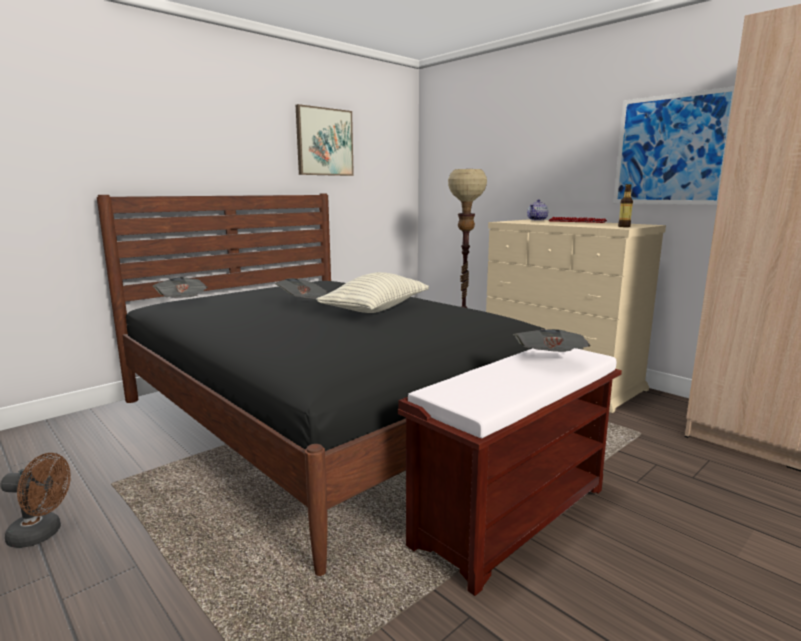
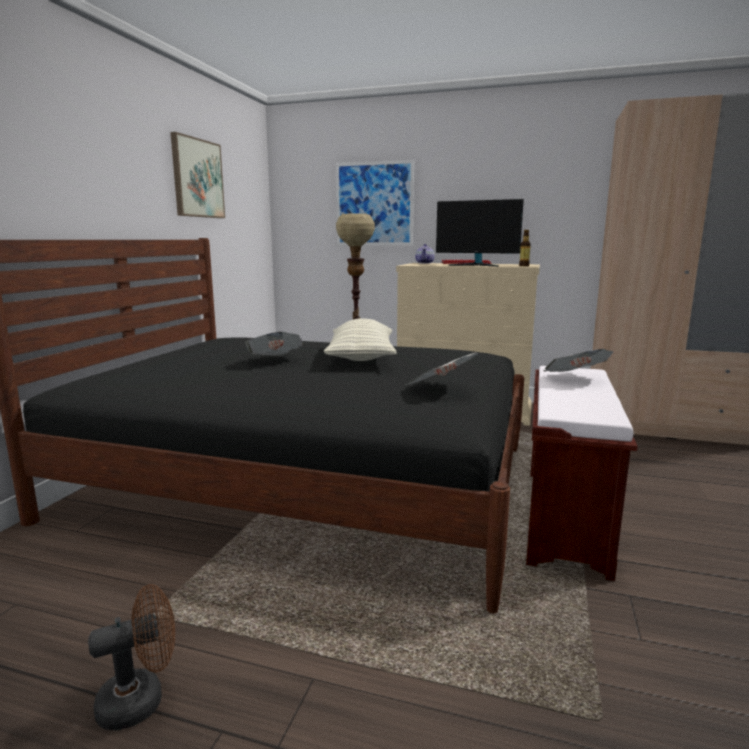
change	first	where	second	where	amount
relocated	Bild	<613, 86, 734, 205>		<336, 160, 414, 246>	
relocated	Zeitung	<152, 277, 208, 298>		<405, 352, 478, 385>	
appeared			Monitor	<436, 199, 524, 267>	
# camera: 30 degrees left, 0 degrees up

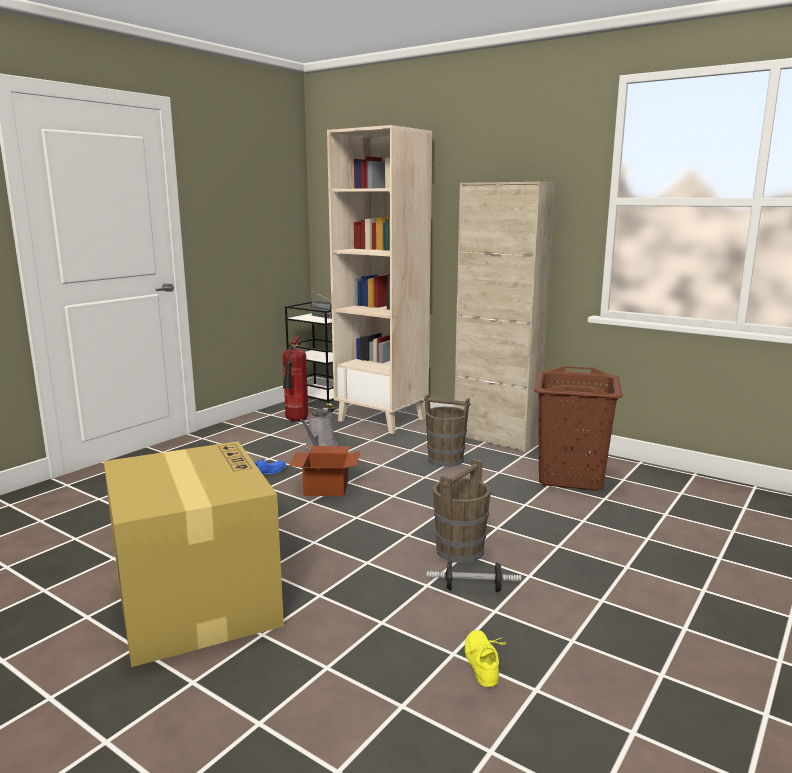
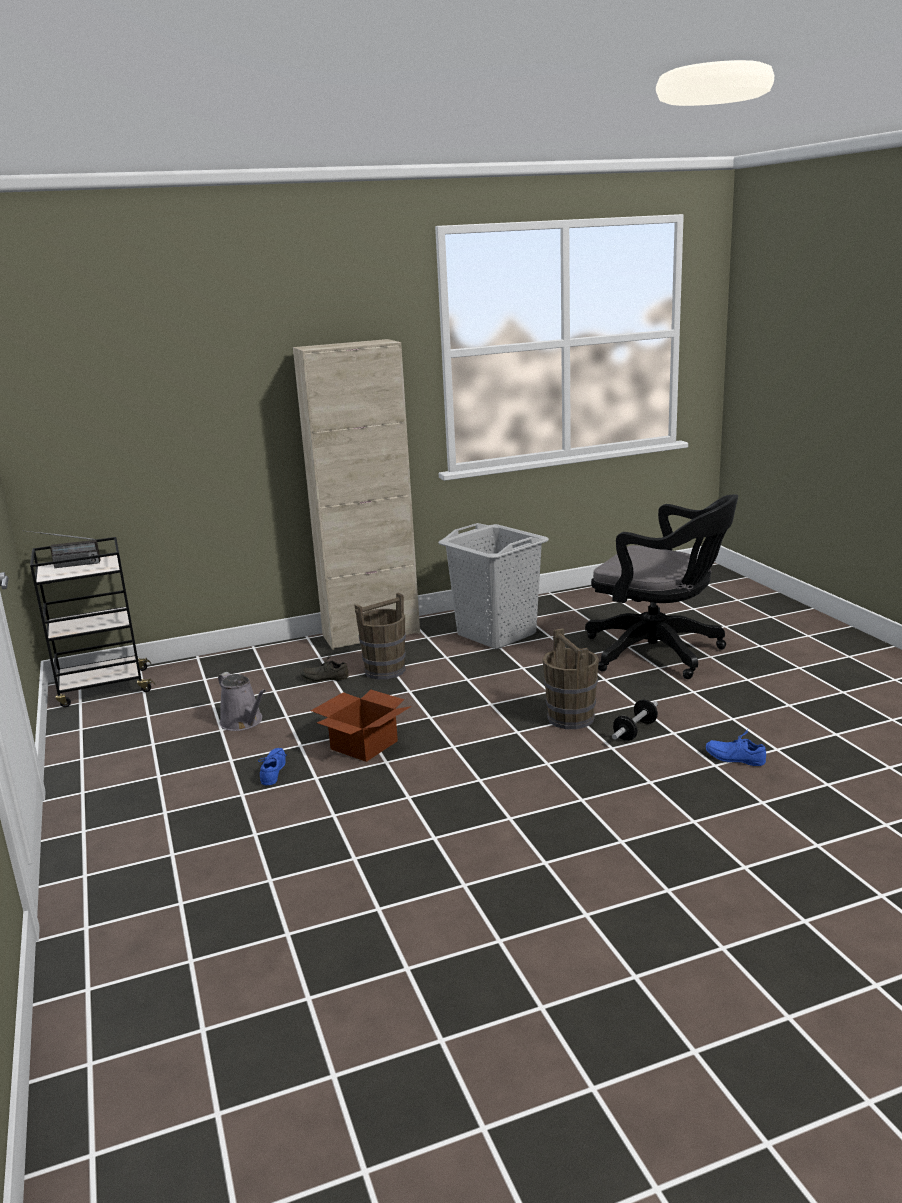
change	first	where	second	where	amount
missing	Bücherregal (beige)	<327, 125, 432, 434>			
missing	Feuerlöscher	<283, 336, 308, 422>			
colour	Wäschekorb (braun)	<534, 366, 623, 490>	Wäschekorb (grau)	<438, 523, 549, 649>	
missing	Karton	<104, 441, 284, 667>			
colour	Schuh (gelb)	<465, 630, 506, 687>	Schuh (blau)	<706, 728, 766, 766>	
appeared			Bürostuhl (schwarz)	<585, 494, 738, 679>	
appeared			Schuh (grau)	<300, 653, 349, 682>	
# camera: 55 degrees left, 5 degrees up

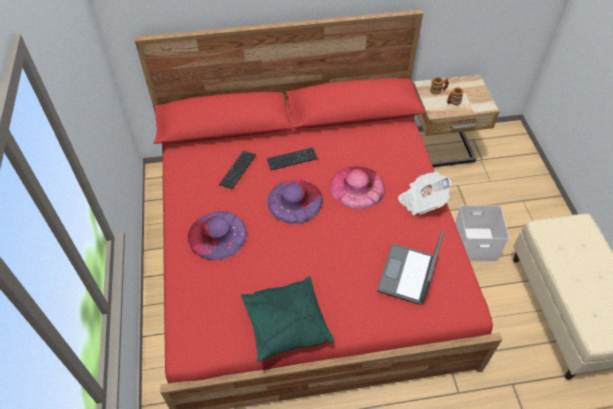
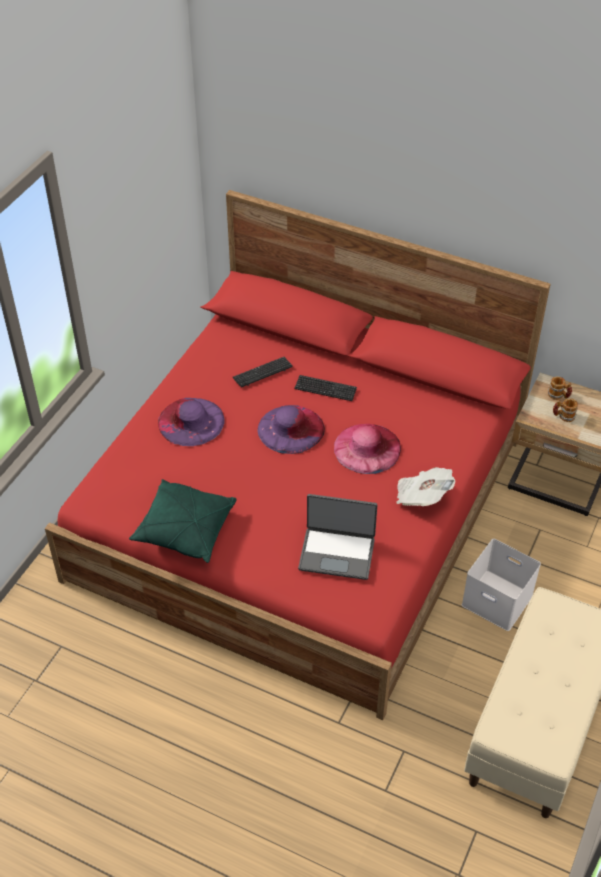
change	first	where	second	where	amount
spun	Laptop	<377, 232, 444, 305>		<298, 494, 378, 580>	135 degrees counterclockwise
# camera: 35 degrees right, 5 degrees down

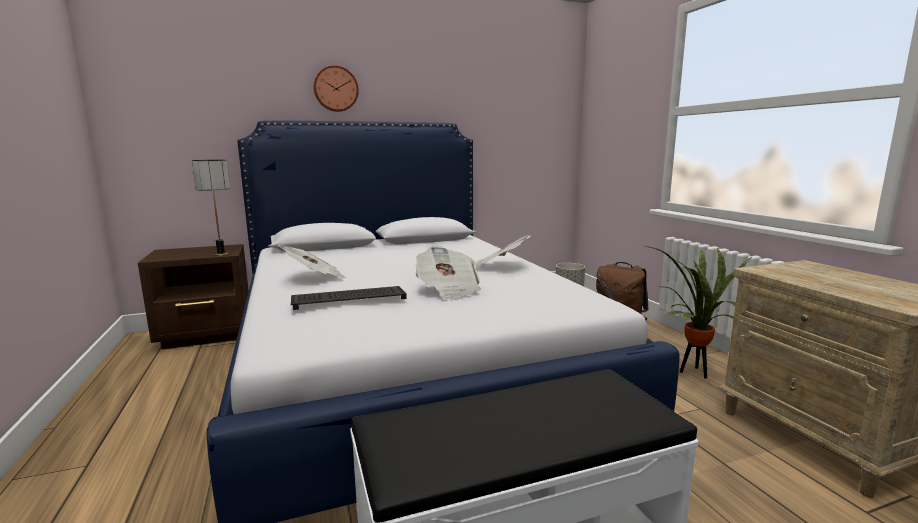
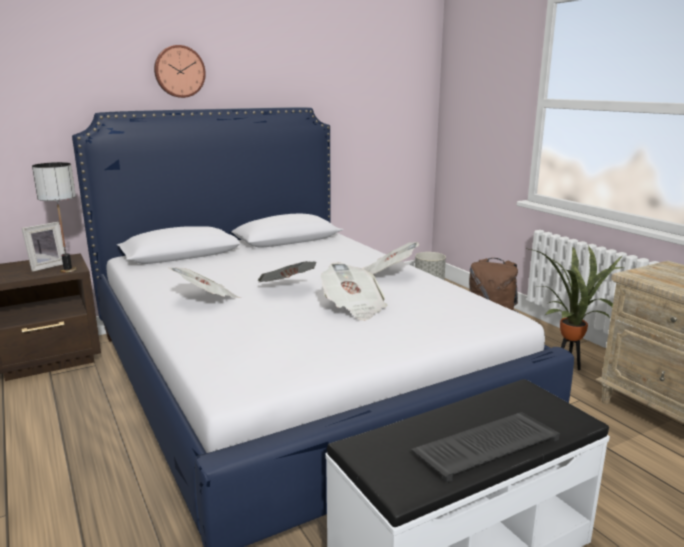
change	first	where	second	where	amount
relocated	Tastatur	<291, 286, 407, 310>		<411, 412, 560, 483>	
appeared			Bilderrahmen	<21, 222, 65, 272>	
appeared			Zeitung	<258, 261, 317, 282>	
# camera: 10 degrees left, 5 degrees up

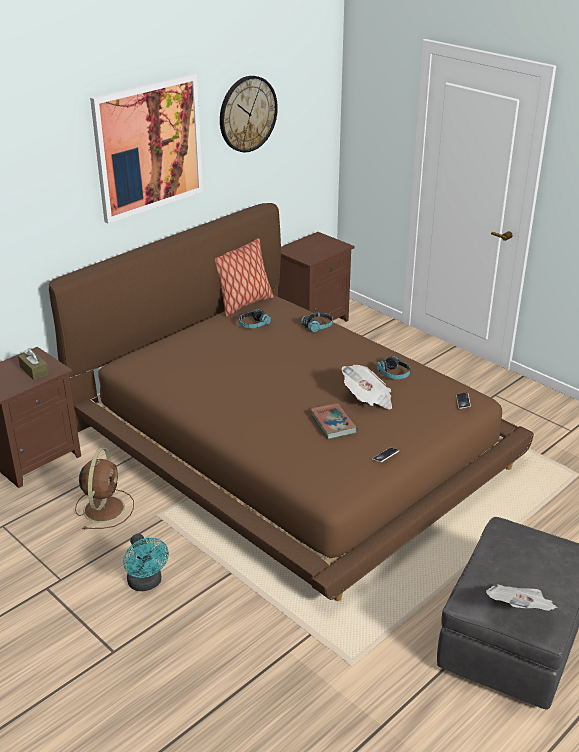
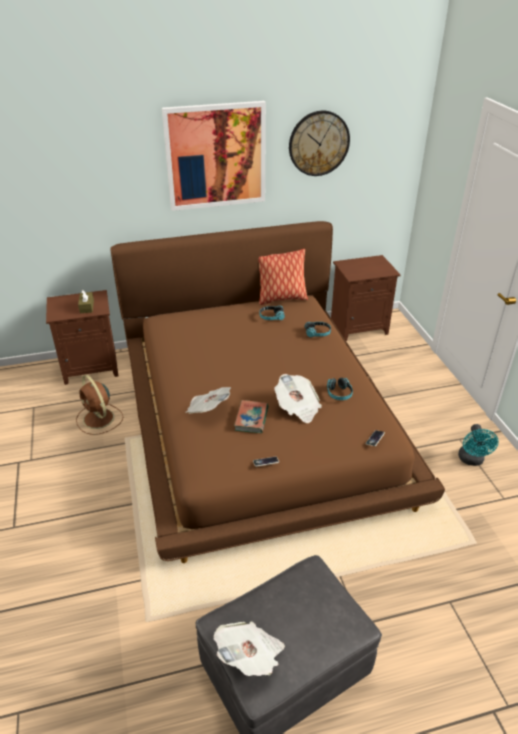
change	first	where	second	where	amount
spun	Ventilator (braun)	<75, 448, 134, 529>		<76, 375, 123, 435>	105 degrees clockwise
relocated	Ventilator (türkis)	<123, 534, 169, 591>		<458, 424, 499, 466>	
appeared			Zeitung	<185, 387, 231, 413>	
# camera: 30 degrees right, 5 degrees up

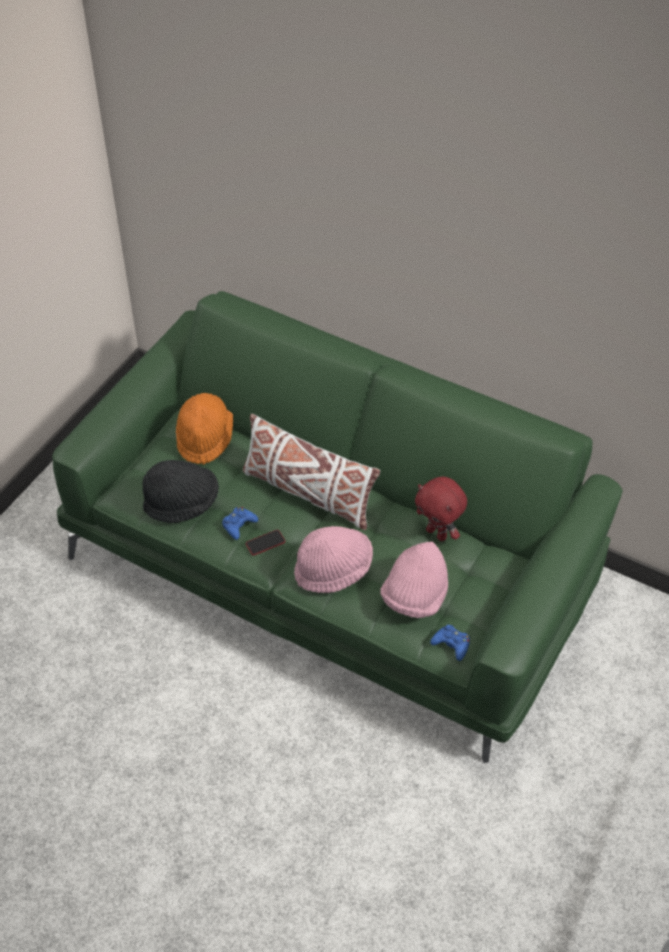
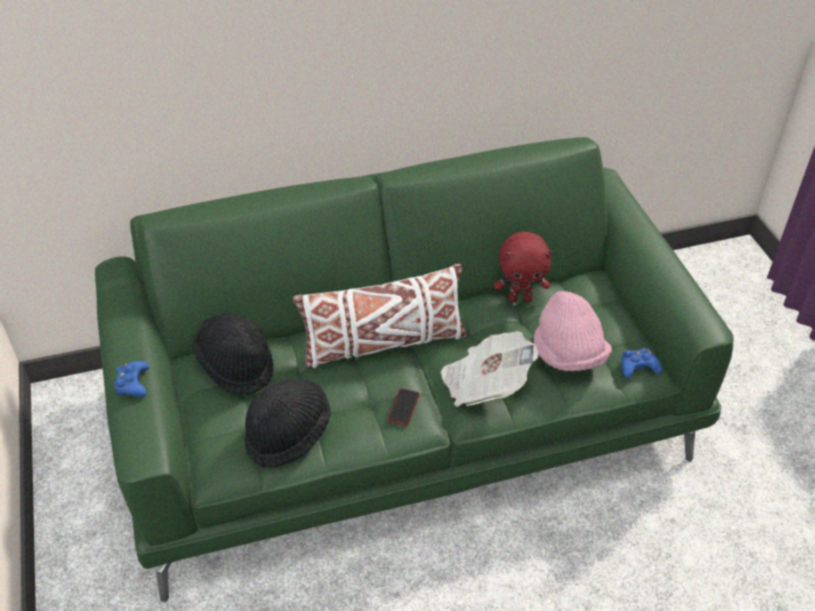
change	first	where	second	where	amount
colour	Hut (orange)	<176, 393, 233, 465>	Hut (schwarz)	<192, 313, 273, 395>	
relocated	Gamepad (blau)	<222, 507, 258, 540>		<114, 361, 150, 397>	
exchanged	Hut (rosa)	<294, 526, 373, 593>	Zeitung	<441, 331, 538, 407>	
# camera: 45 degrees left, 5 degrees down

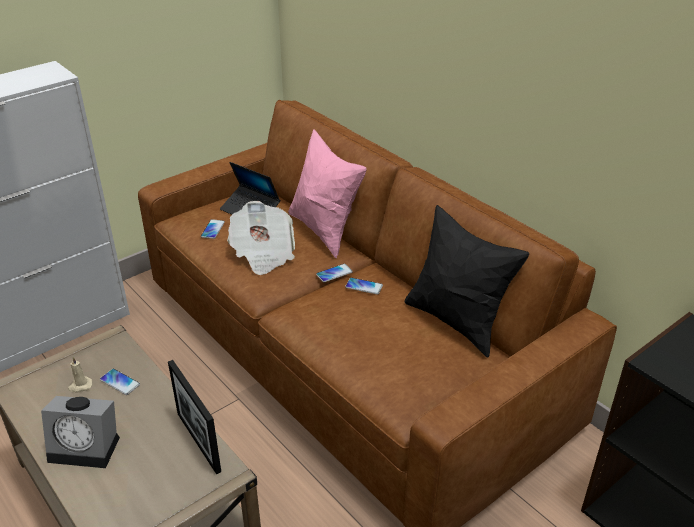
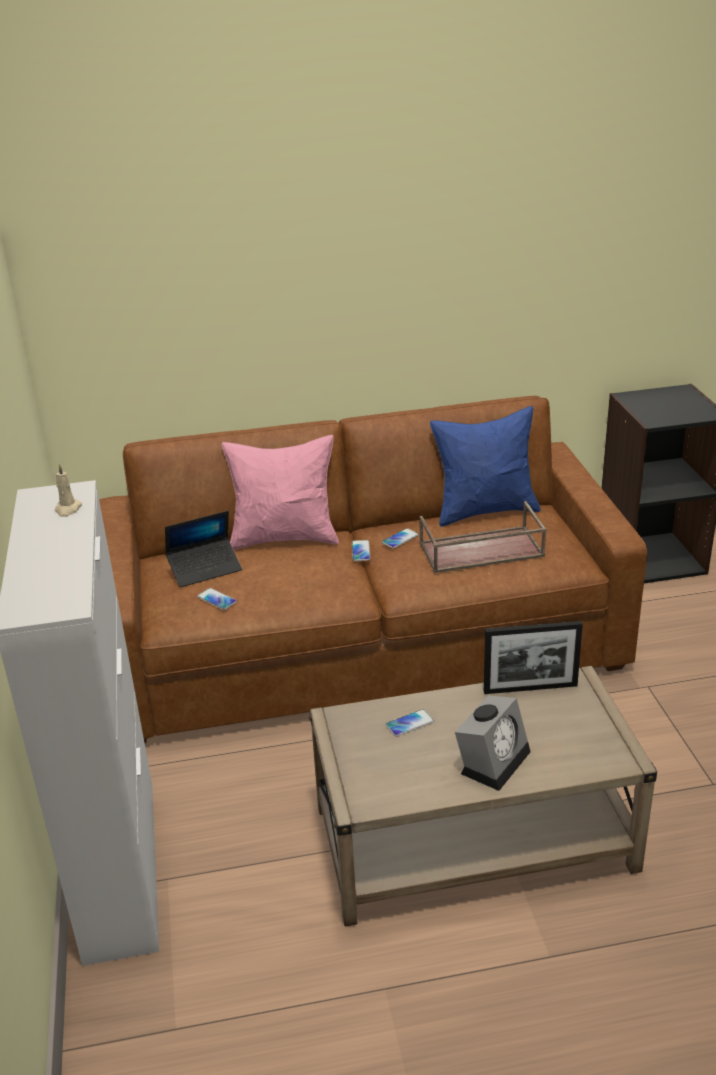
change	first	where	second	where	amount
missing	Zeitung	<227, 201, 295, 275>			
colour	Kissen (schwarz)	<404, 205, 529, 358>	Kissen (blau)	<430, 406, 541, 527>	
relocated	Kerze (beige)	<68, 357, 93, 392>		<55, 464, 82, 517>	
appeared			Tablett (braun)	<419, 501, 547, 573>	
# camera: 60 degrees left, 5 degrees down

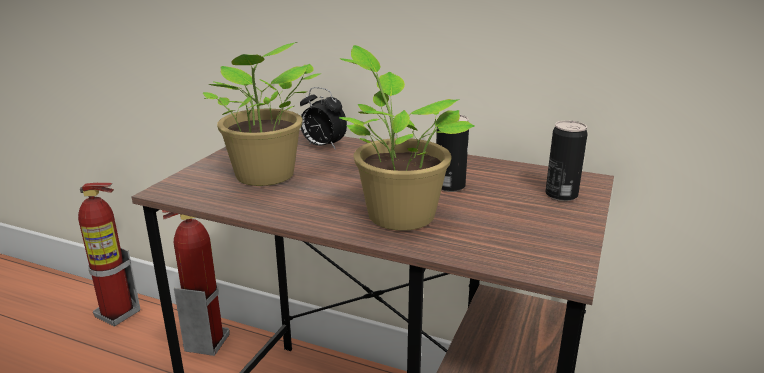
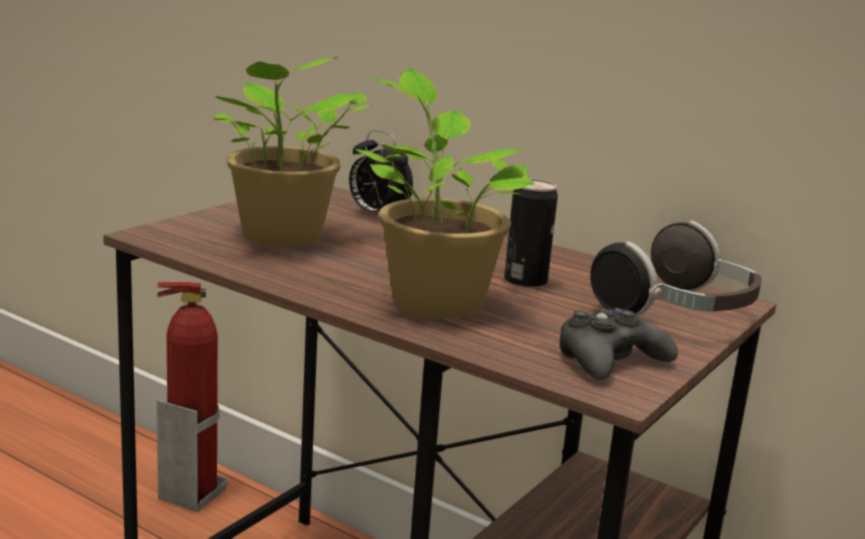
change	first	where	second	where	amount
exchanged	Dose	<545, 120, 588, 201>	Kopfhörer	<590, 221, 761, 316>	
missing	Feuerlöscher	<78, 183, 141, 326>			
appeared			Gamepad (schwarz)	<559, 308, 678, 380>	
# camera: 10 degrees right, 5 degrees down

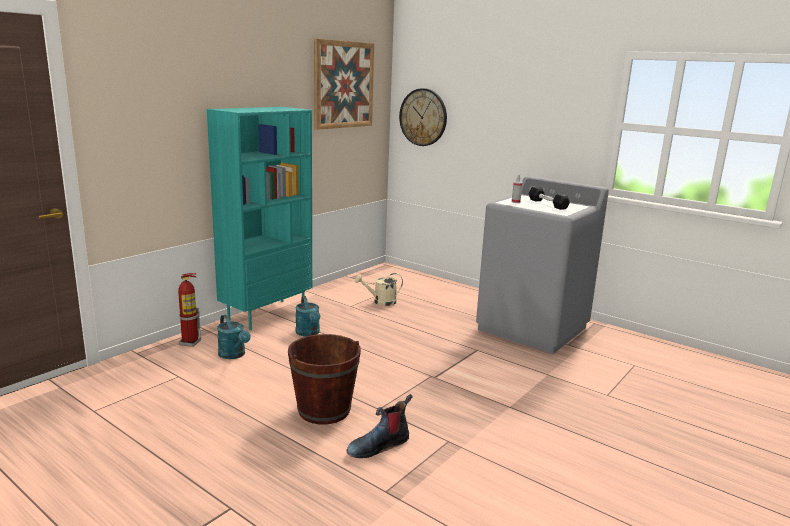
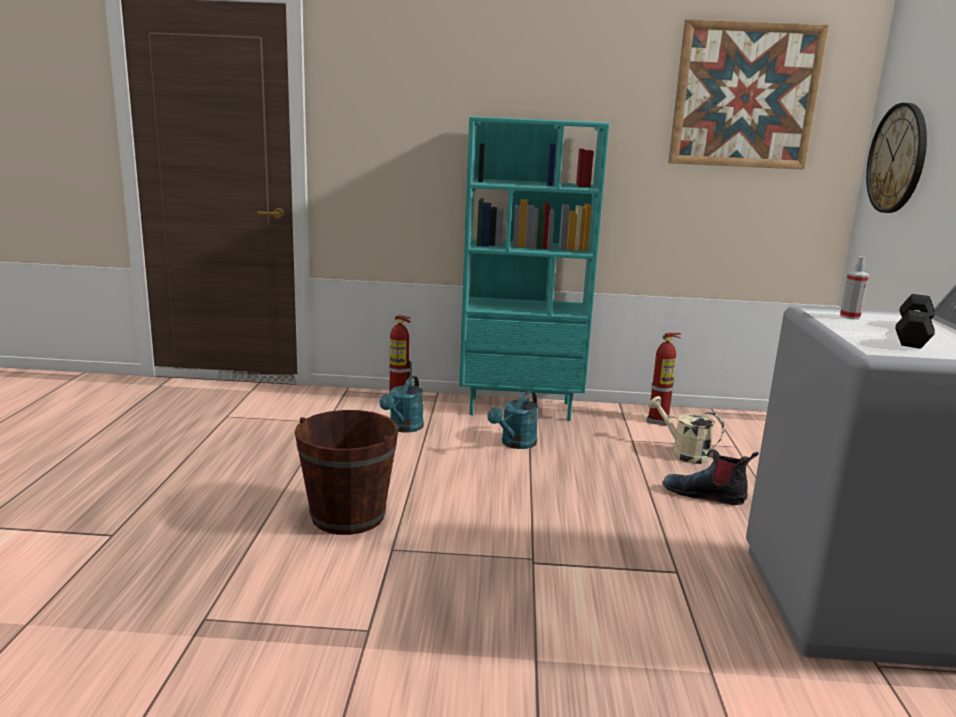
change	first	where	second	where	amount
relocated	Stiefel	<347, 394, 412, 458>		<662, 449, 759, 505>	
appeared			Feuerlöscher	<646, 333, 682, 426>	
# camera: 55 degrees right, 0 degrees up

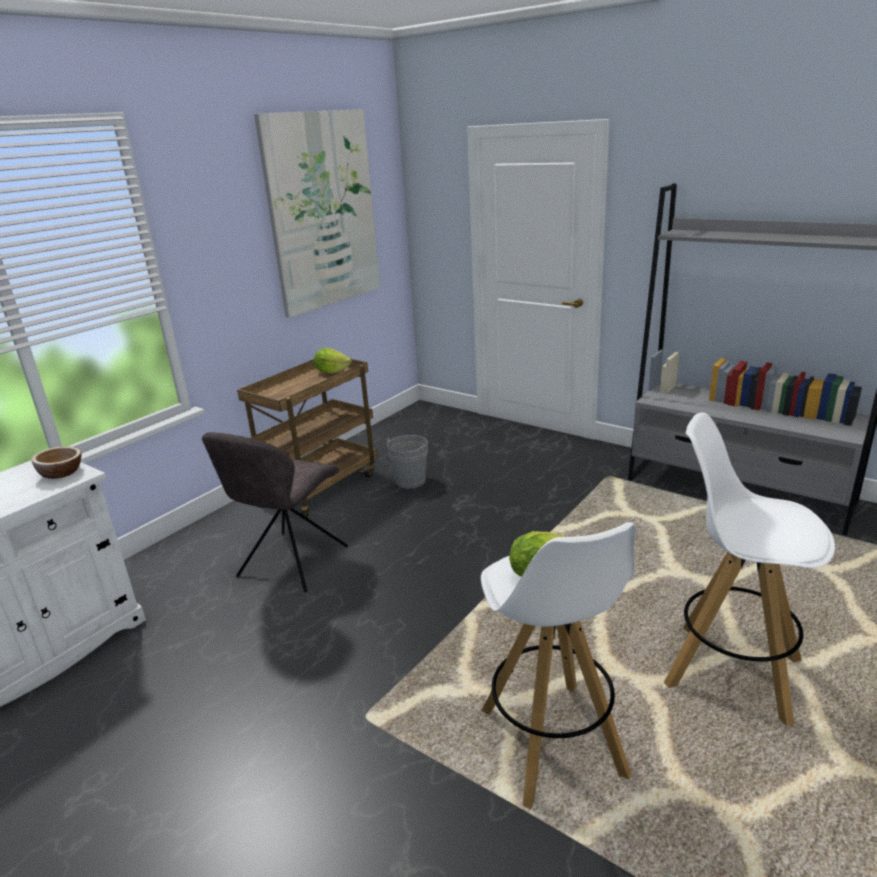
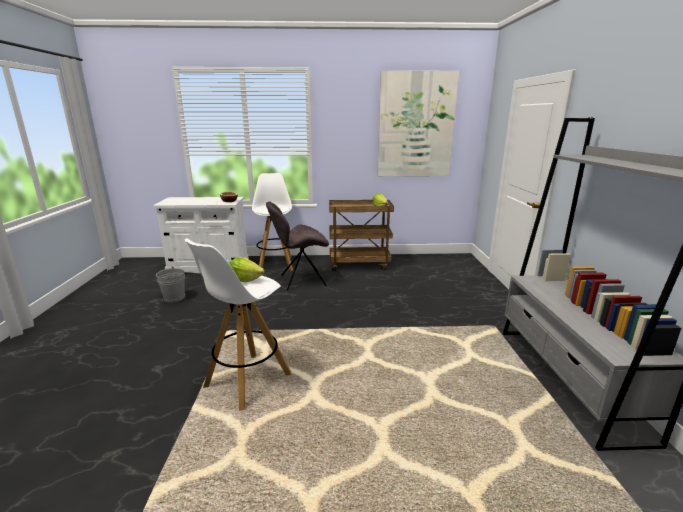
change	first	where	second	where	amount
relocated	Hocker (weiß)	<664, 412, 835, 726>		<252, 173, 293, 271>	
relocated	Eimer (grau)	<386, 435, 428, 488>		<156, 267, 185, 303>	
# camera: 50 degrees right, 5 degrees down

